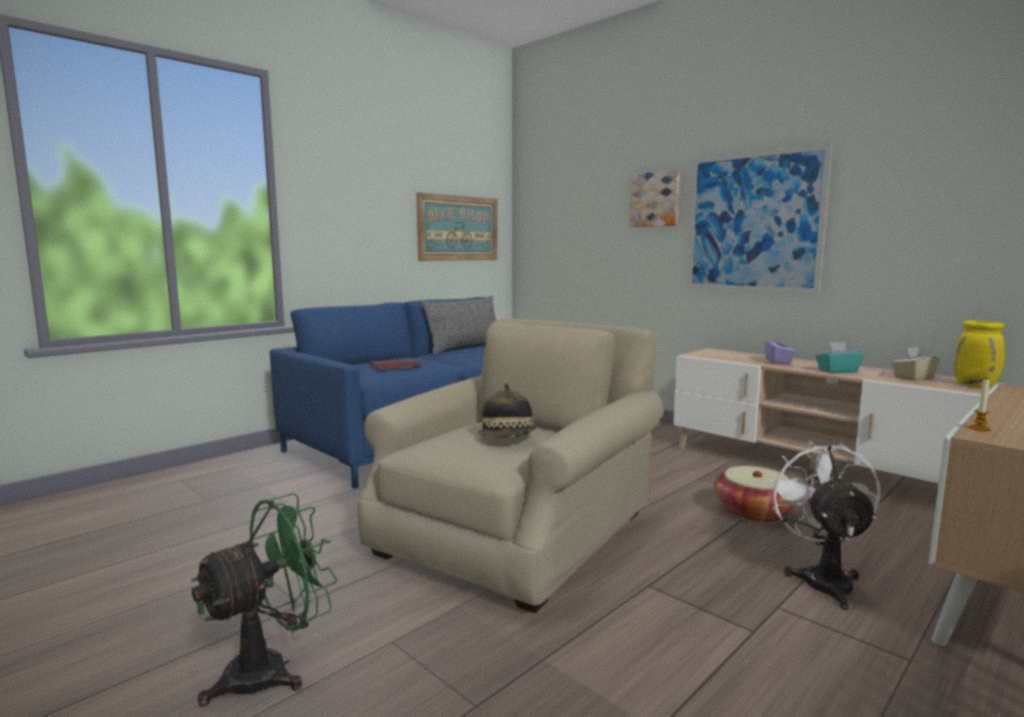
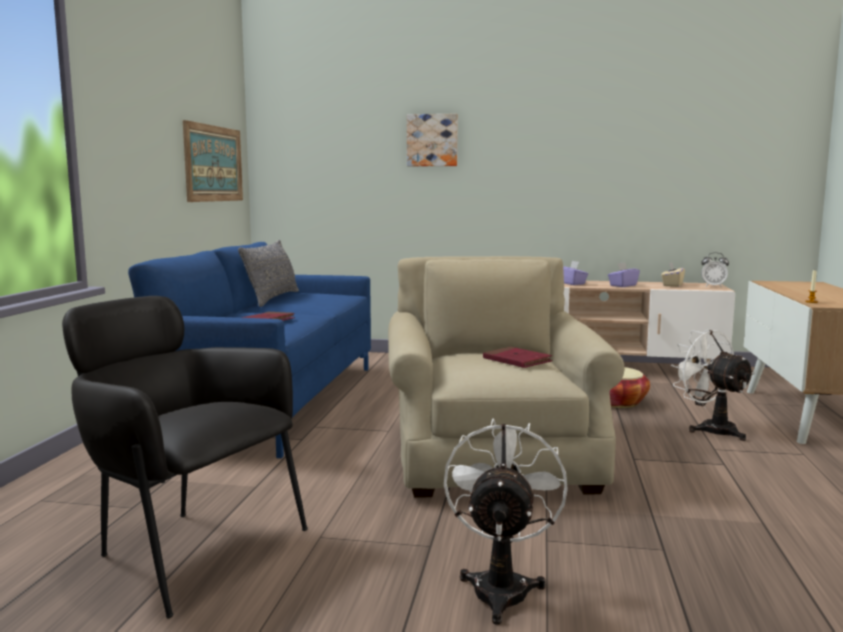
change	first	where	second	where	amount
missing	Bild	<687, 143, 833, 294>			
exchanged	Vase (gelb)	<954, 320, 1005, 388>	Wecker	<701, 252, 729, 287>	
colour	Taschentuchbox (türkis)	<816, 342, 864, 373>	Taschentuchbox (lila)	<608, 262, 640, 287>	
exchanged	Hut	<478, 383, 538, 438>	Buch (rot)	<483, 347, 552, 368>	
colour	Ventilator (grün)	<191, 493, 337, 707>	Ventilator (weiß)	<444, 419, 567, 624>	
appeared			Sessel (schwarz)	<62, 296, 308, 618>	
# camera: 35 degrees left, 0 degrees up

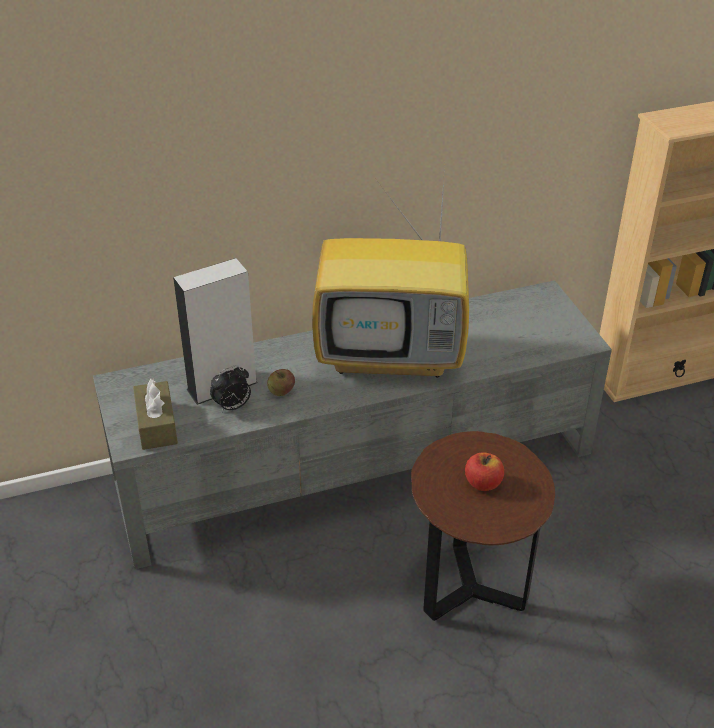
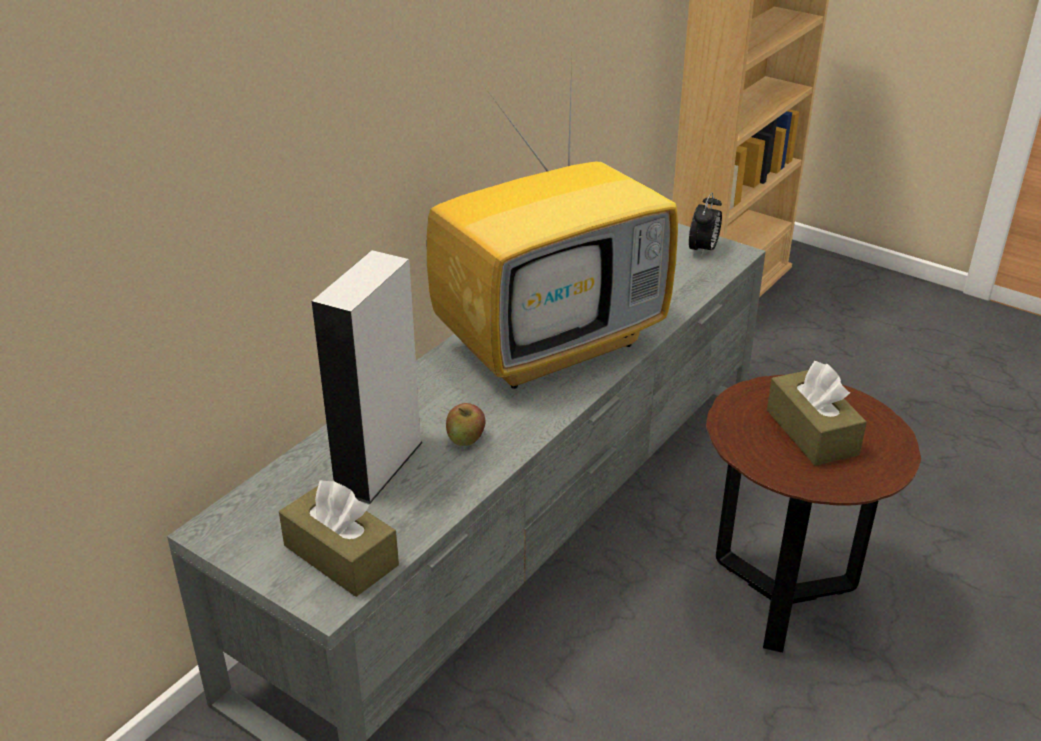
change	first	where	second	where	amount
relocated	Wecker	<210, 365, 251, 412>		<689, 192, 722, 258>	
exchanged	Apfel	<465, 452, 504, 491>	Taschentuchbox (braun)	<767, 361, 867, 466>	
# camera: 35 degrees left, 5 degrees down

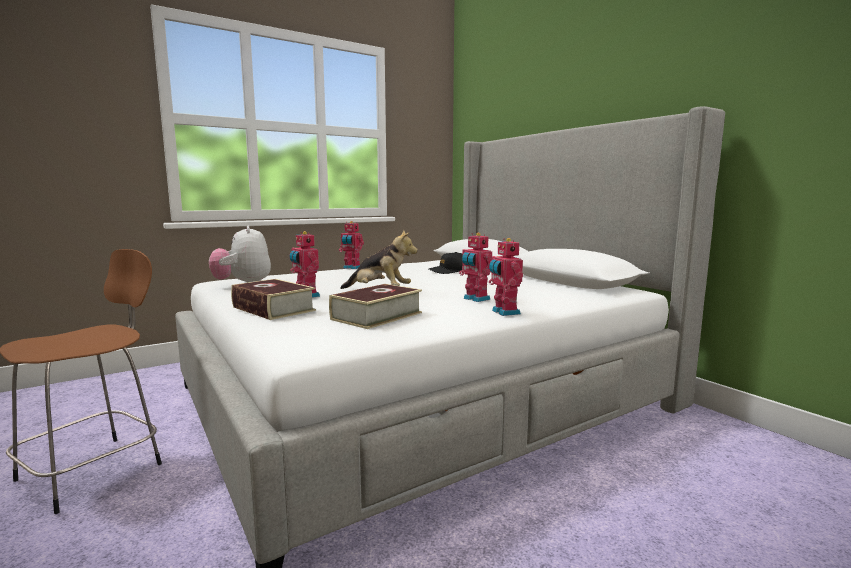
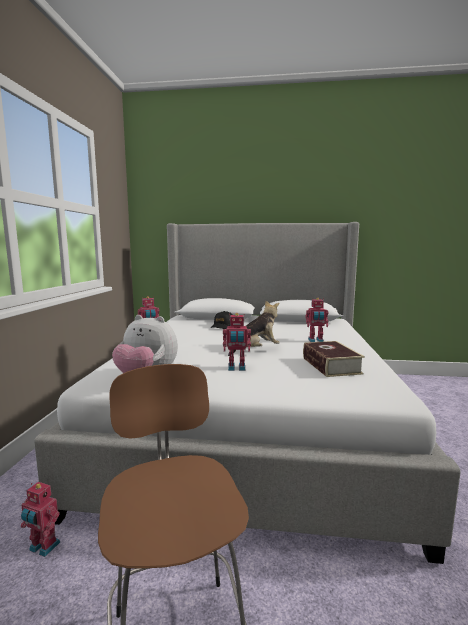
change	first	where	second	where	amount
relocated	Spielzeugroboter	<489, 238, 523, 316>		<21, 482, 60, 557>	
missing	Buch	<231, 279, 316, 320>			
# camera: 50 degrees left, 0 degrees up

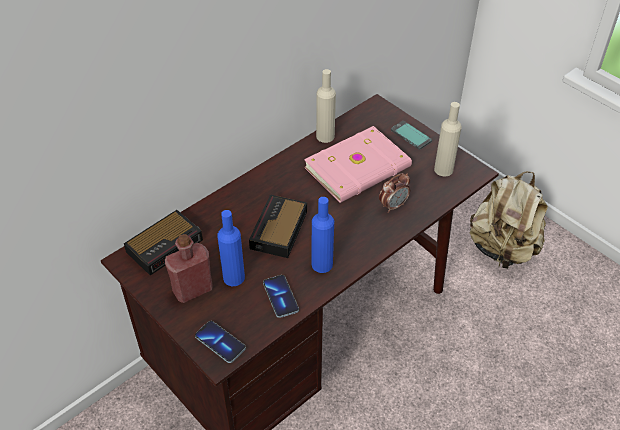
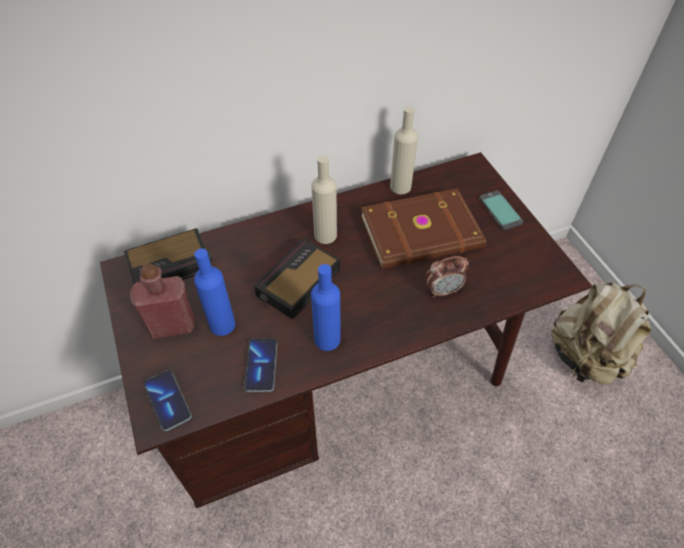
change	first	where	second	where	amount
relocated	Flasche (beige)	<434, 102, 462, 176>		<311, 155, 337, 244>	
colour	Buch (rosa)	<304, 126, 412, 203>	Buch (braun)	<361, 188, 486, 269>	
# camera: 20 degrees right, 5 degrees up

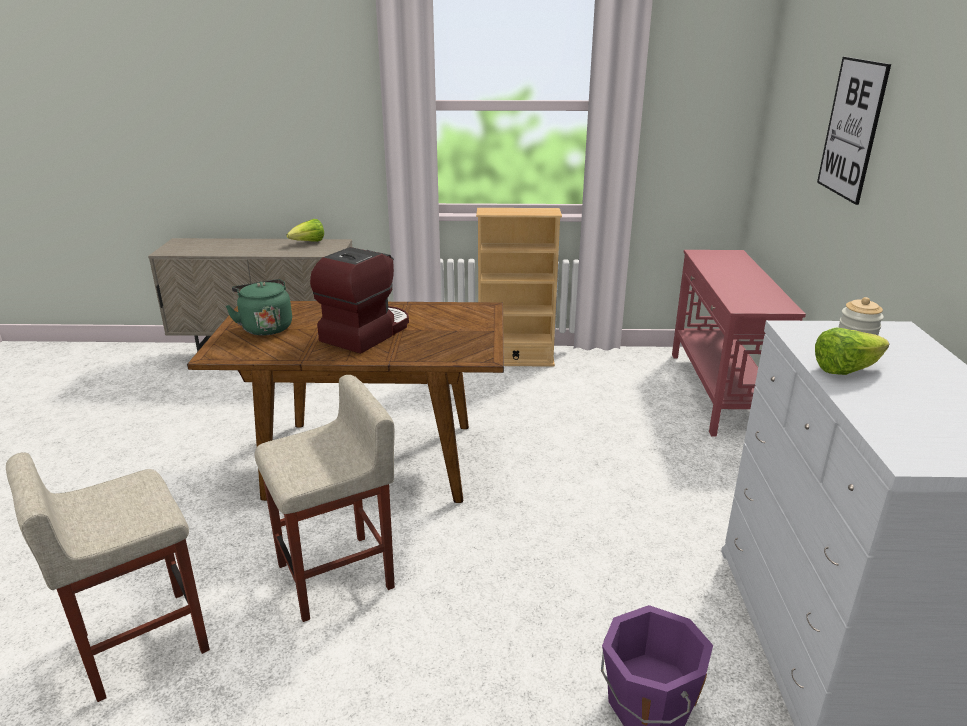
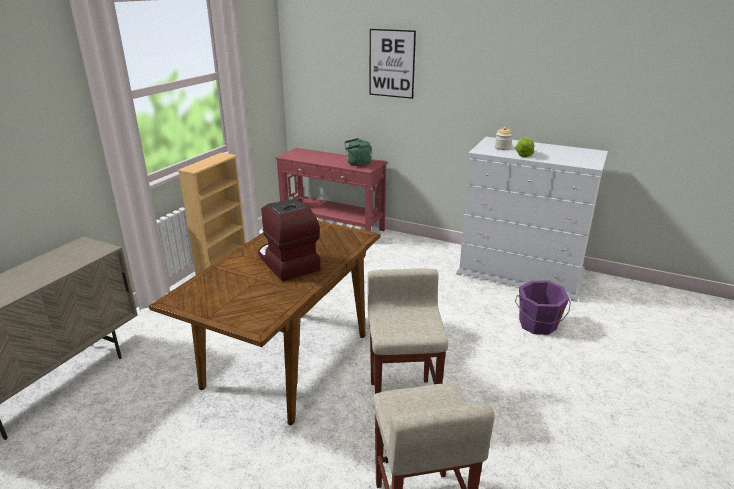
change	first	where	second	where	amount
missing	Salatkopf	<287, 219, 324, 242>			
relocated	Wasserkessel (grün)	<226, 279, 292, 336>		<345, 138, 372, 166>	
# camera: 65 degrees left, 0 degrees up

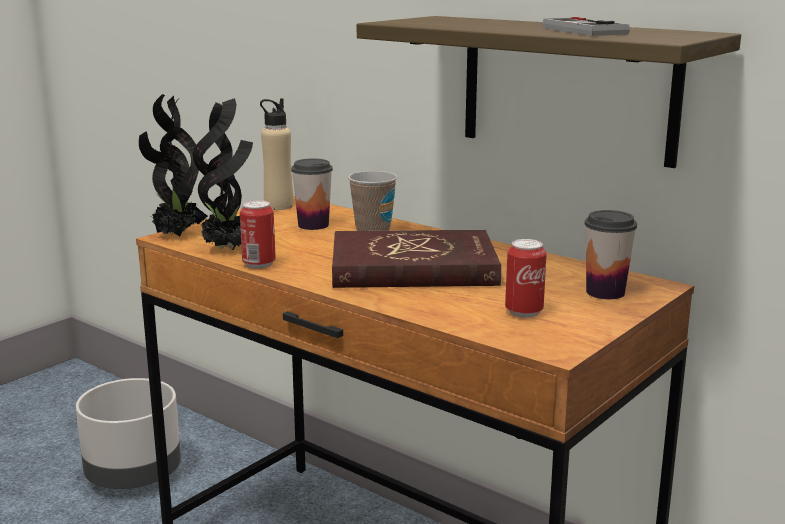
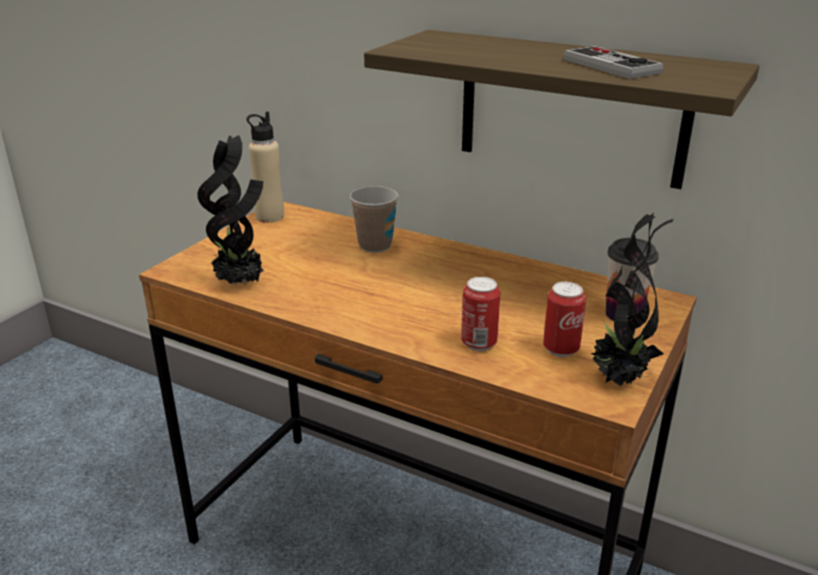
change	first	where	second	where	amount
relocated	Topfpflanze	<139, 94, 208, 237>		<590, 212, 673, 387>	
missing	Tasse	<291, 158, 333, 230>			
relocated	Dose	<240, 200, 276, 269>		<461, 277, 500, 351>	
missing	Buch (rot)	<332, 230, 501, 288>			
missing	Pflanzkübel (grau)	<76, 378, 181, 489>			
# camera: 10 degrees left, 10 degrees up

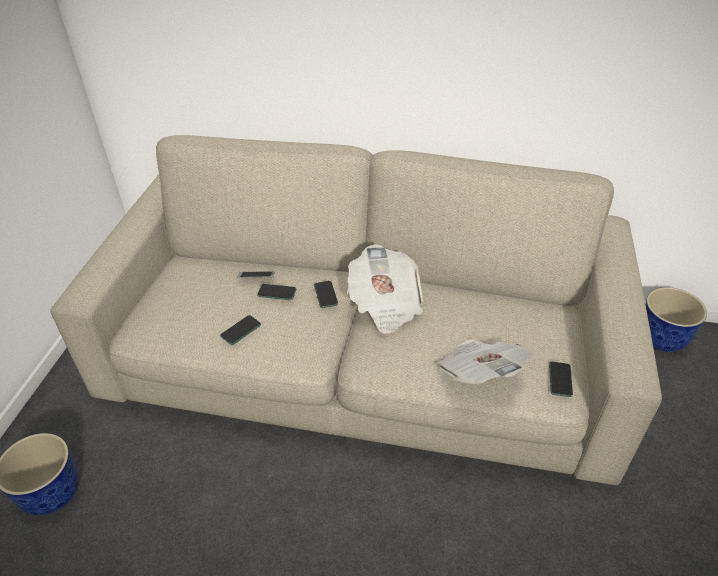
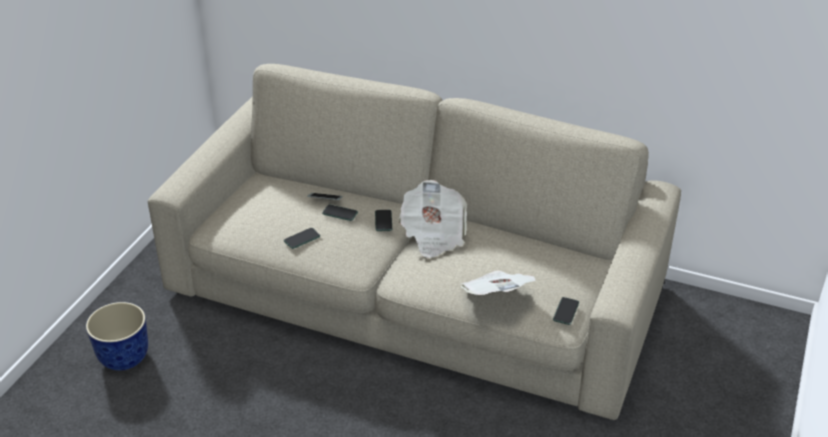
change	first	where	second	where	amount
missing	Pflanzkübel	<645, 287, 707, 352>			
# camera: 10 degrees right, 5 degrees down

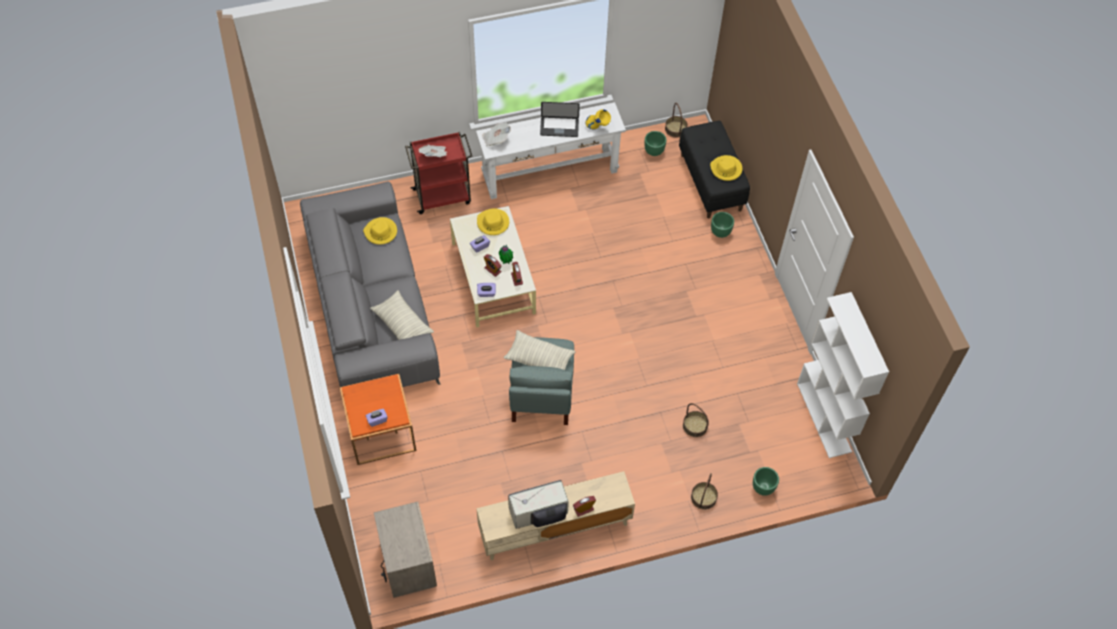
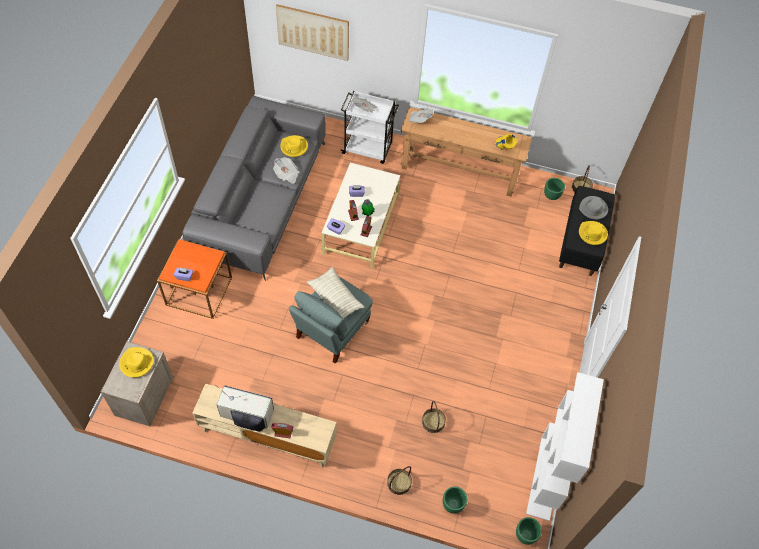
change	first	where	second	where	amount
colour	Konsolentisch (weiß)	<476, 102, 626, 199>	Konsolentisch (braun)	<401, 107, 532, 197>	
missing	Laptop	<540, 102, 580, 137>			
colour	Rollwagen (rot)	<405, 132, 472, 214>	Rollwagen (weiß)	<340, 91, 399, 164>	
relocated	Hut (gelb)	<477, 208, 509, 235>		<119, 347, 153, 378>	
relocated	Pflanzkübel (grün)	<711, 212, 734, 238>		<516, 517, 542, 545>	
missing	Kissen	<370, 290, 434, 340>			
appeared			Bild	<276, 4, 349, 61>	
appeared			Zeitung	<273, 157, 299, 184>	
appeared			Hut (grau)	<579, 196, 608, 220>	
# camera: 30 degrees right, 0 degrees up

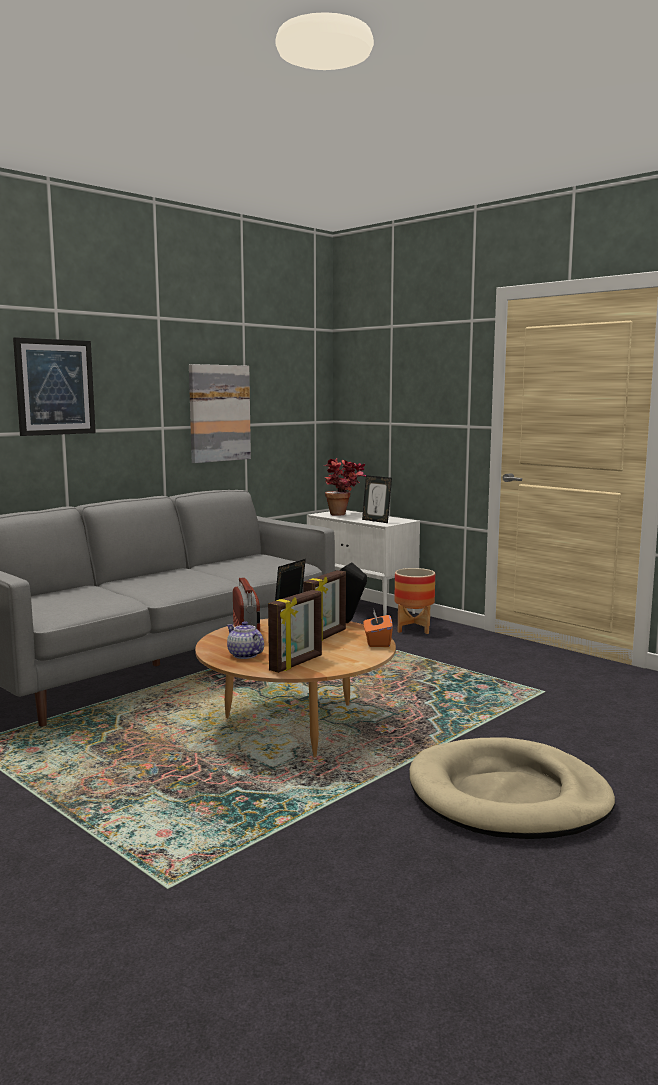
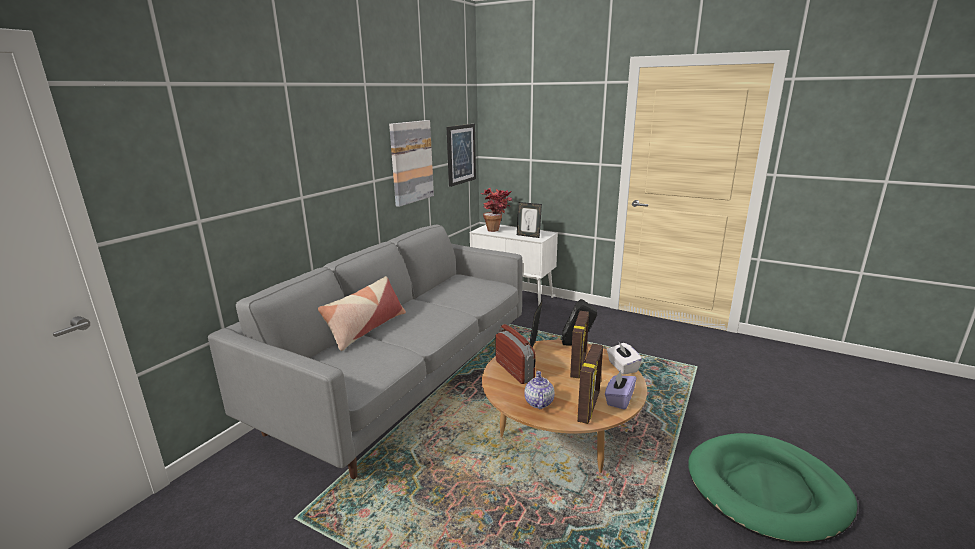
change	first	where	second	where	amount
relocated	Bild	<13, 337, 96, 436>		<447, 124, 476, 187>	
missing	Pflanzkübel	<394, 568, 435, 634>			
colour	Taschentuchbox (orange)	<364, 610, 393, 647>	Taschentuchbox (weiß)	<607, 341, 642, 375>	
spun	Teekanne	<227, 621, 264, 659>		<524, 371, 555, 409>	60 degrees clockwise
colour	Hundebett (beige)	<409, 738, 615, 839>	Hundebett (grün)	<688, 433, 857, 543>	
appeared			Kissen	<318, 276, 406, 351>	
appeared			Taschentuchbox (lila)	<605, 370, 637, 410>	
# camera: 15 degrees left, 10 degrees up

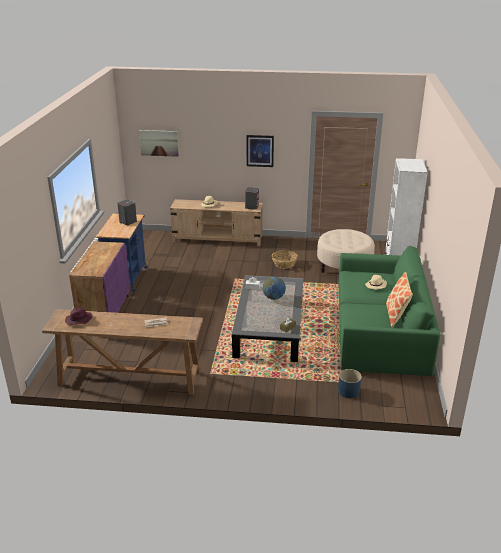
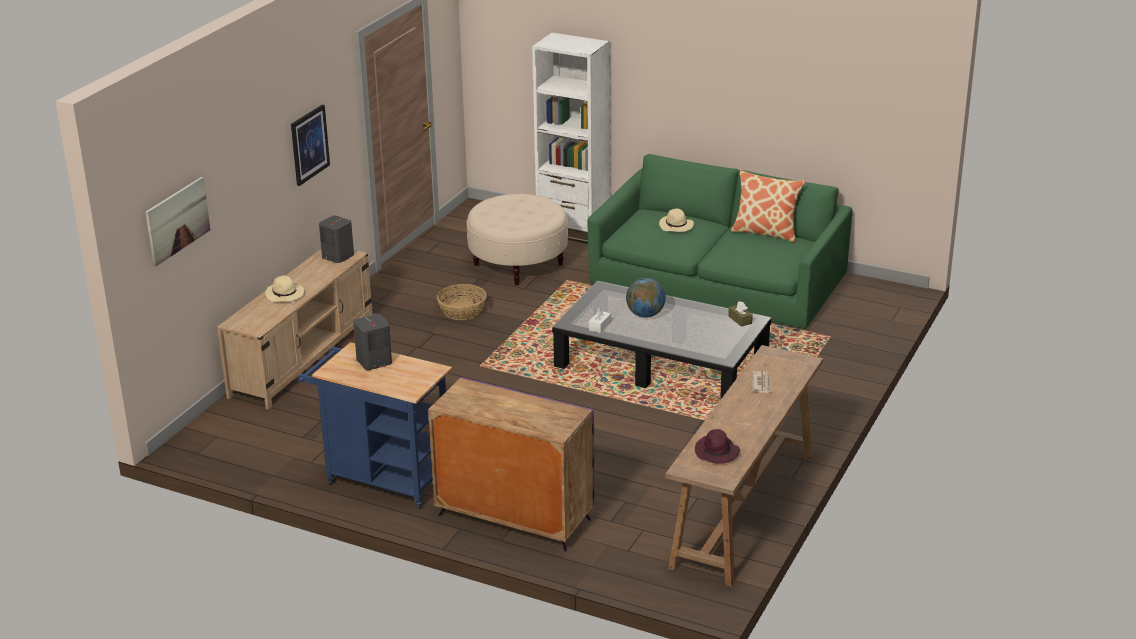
change	first	where	second	where	amount
missing	Pflanzkübel (blau)	<338, 369, 362, 398>			
# camera: 70 degrees left, 0 degrees up

